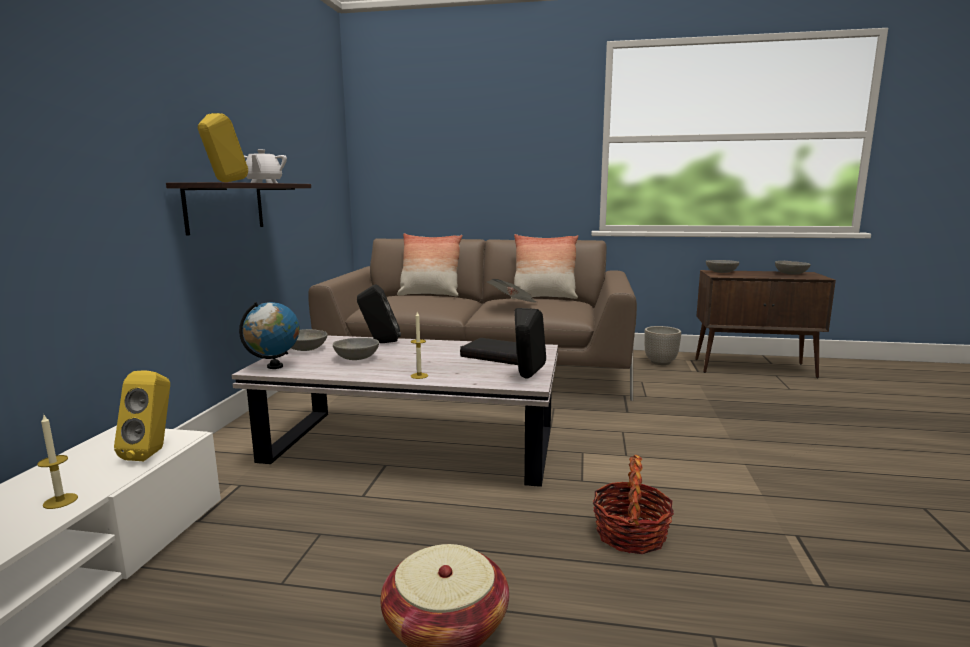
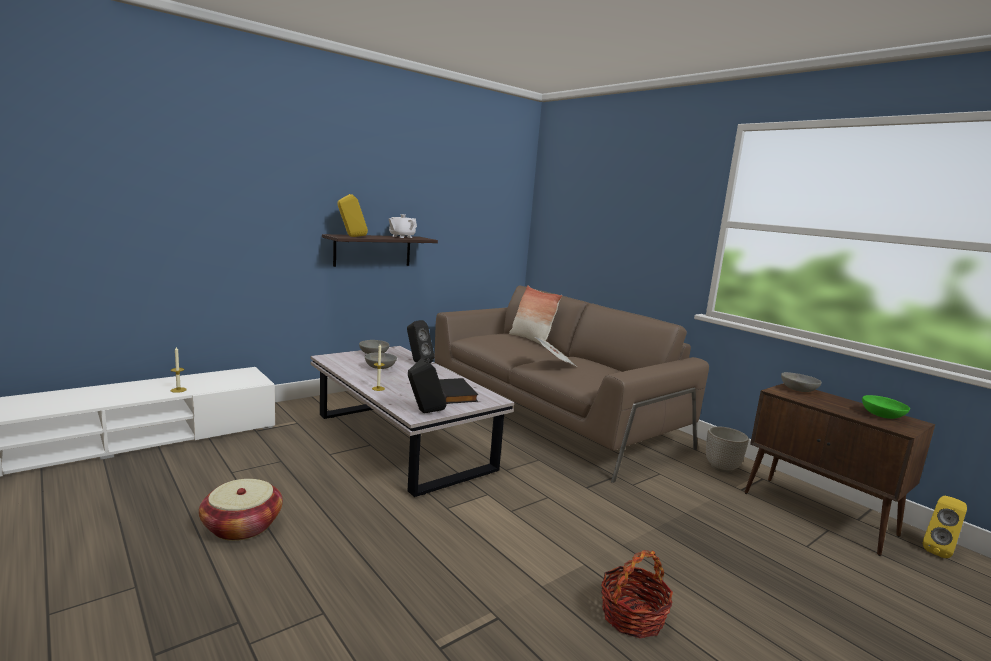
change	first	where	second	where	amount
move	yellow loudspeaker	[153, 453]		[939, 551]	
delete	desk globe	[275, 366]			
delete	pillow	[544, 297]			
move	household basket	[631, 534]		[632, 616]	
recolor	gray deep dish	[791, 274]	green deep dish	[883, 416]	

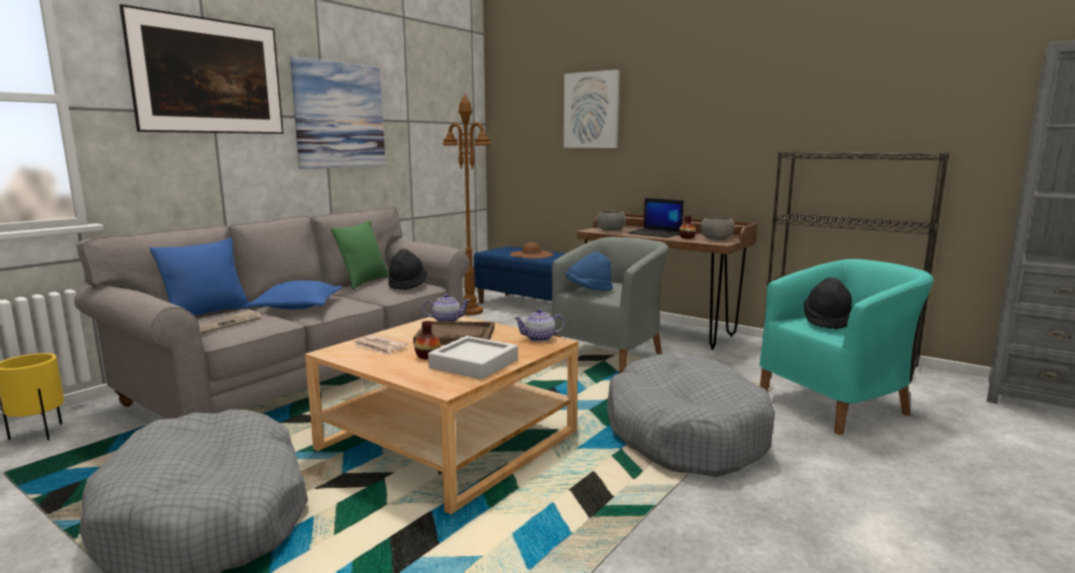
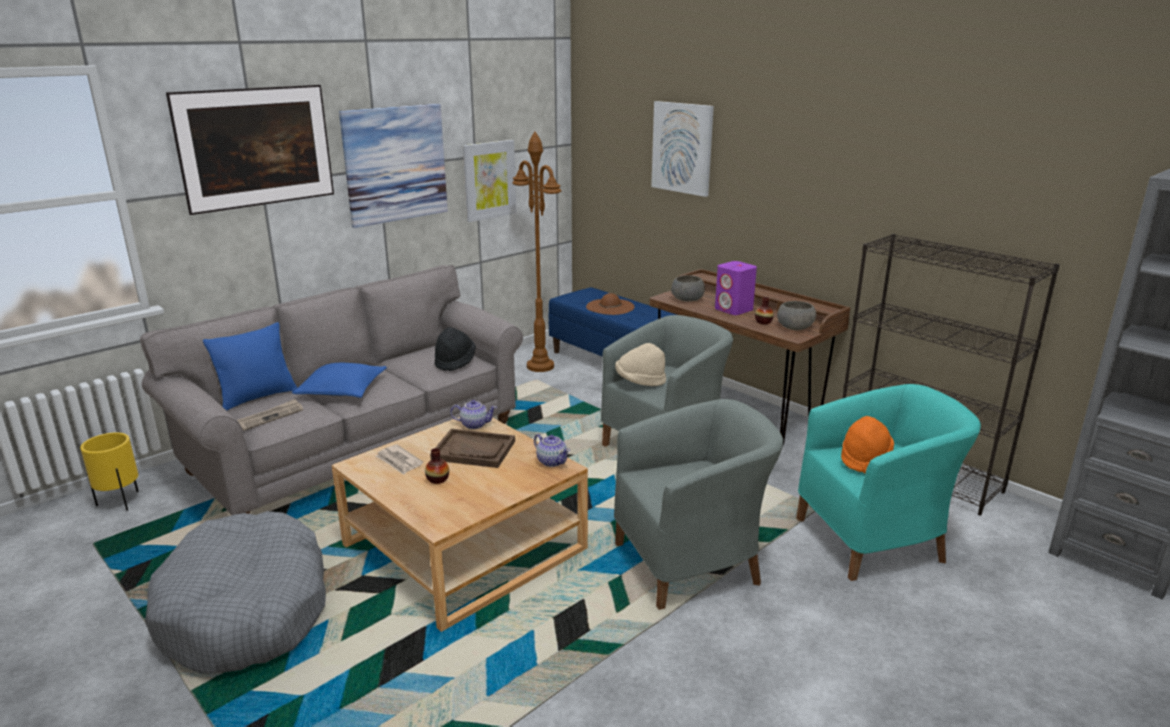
change	first	where	second	where	amount
delete	green pillow	[364, 282]			
delete	gray serving tray	[474, 363]			
rotate	tea pot	[539, 338]		[552, 461]	135 degrees counterclockwise
recolor	blue hat	[589, 289]	beige-coloured hat	[640, 381]	
replace	gray dog bed	[684, 434]	gray lounge chair	[692, 562]	
replace	notebook computer	[655, 233]	purplish loudspeaker	[734, 309]	
recolor	black hat	[827, 321]	orangey hat	[865, 459]	
insert			wall art	[489, 180]	

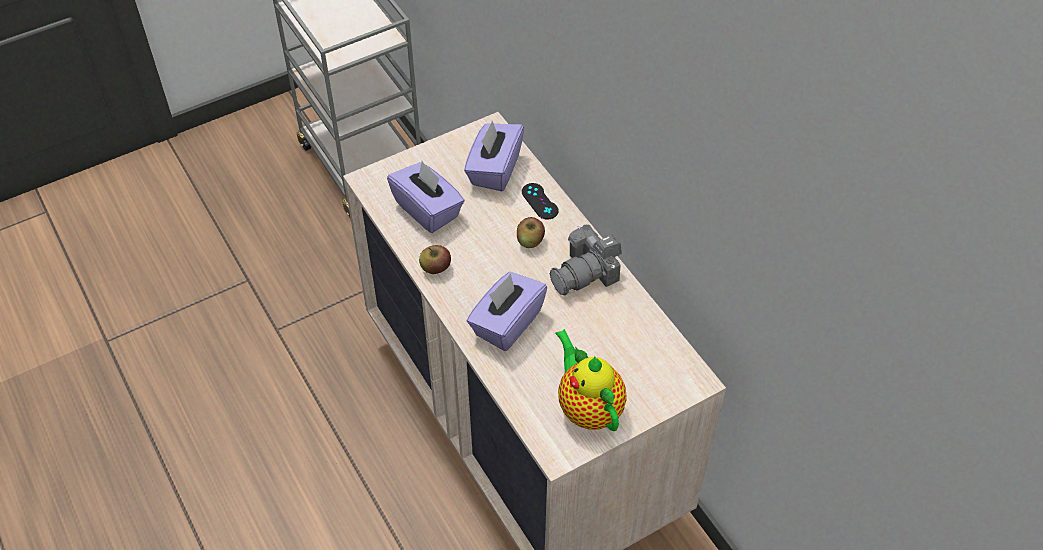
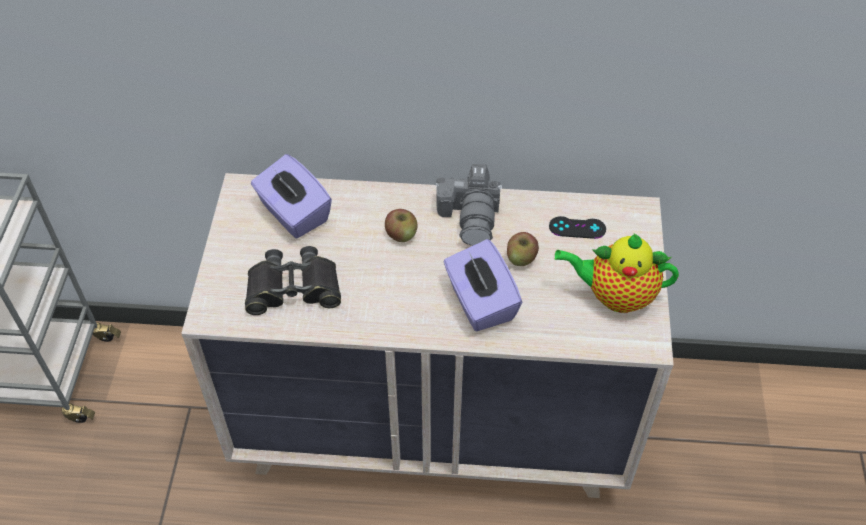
change	first	where	second	where	amount
replace	purplish tissue holder	[428, 210]	black field glasses	[293, 288]	
move	apple	[435, 268]		[521, 258]	
move	black game controller	[540, 201]		[577, 228]	

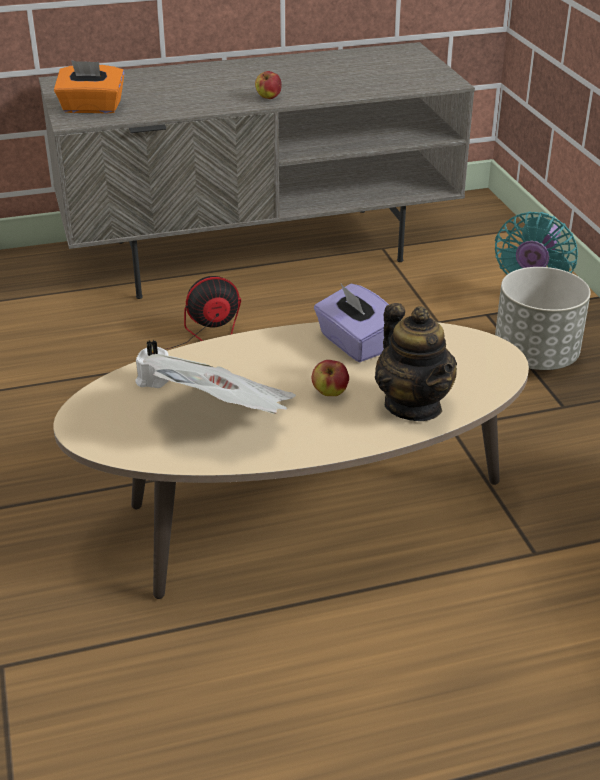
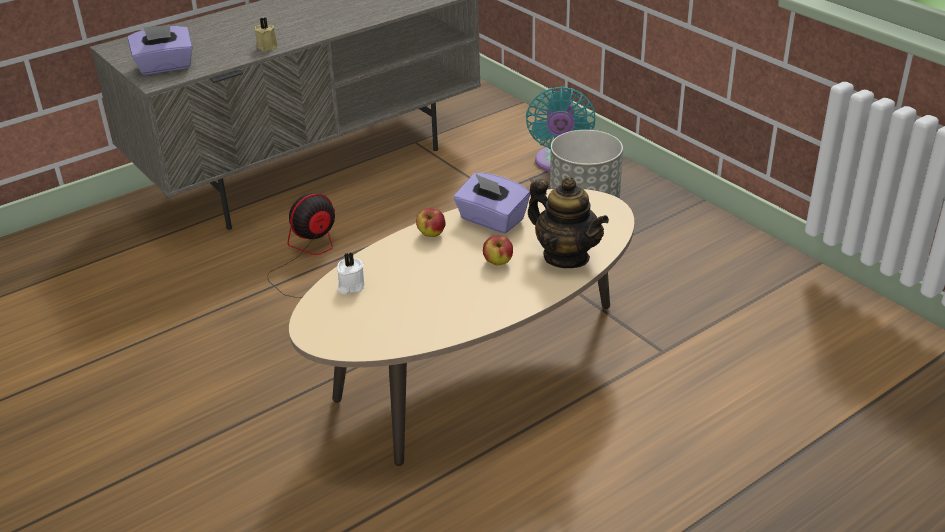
change	first	where	second	where	amount
recolor	orangey tissue holder	[92, 108]	purplish tissue holder	[165, 67]	
delete	newspaper	[226, 416]			
move	apple	[268, 98]		[431, 234]	
insert			beige-coloured wax light	[268, 46]	

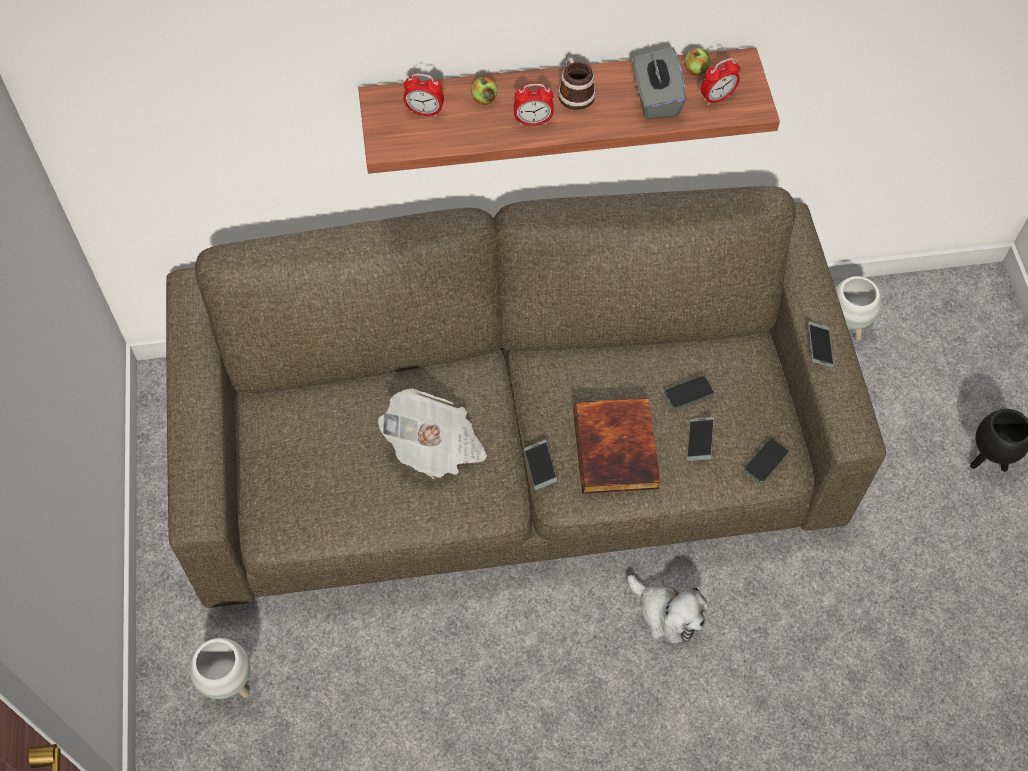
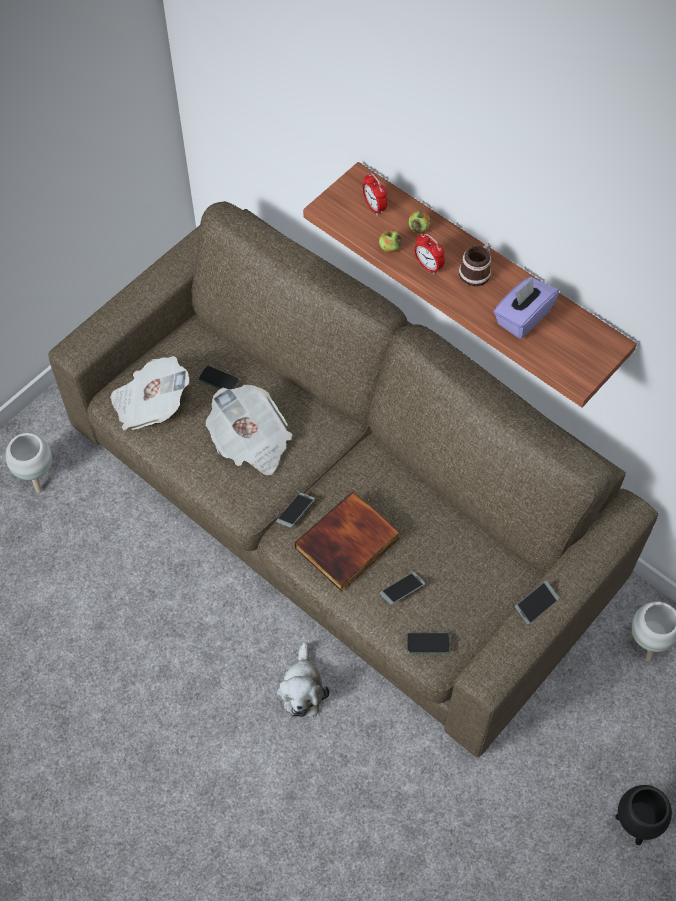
change	first	where	second	where	amount
recolor	gray tissue holder	[655, 98]	purplish tissue holder	[522, 317]	
move	handset	[688, 393]		[218, 380]	
move	apple	[695, 70]		[389, 247]	
delete	alarm clock	[717, 98]			
insert			newspaper	[151, 405]	

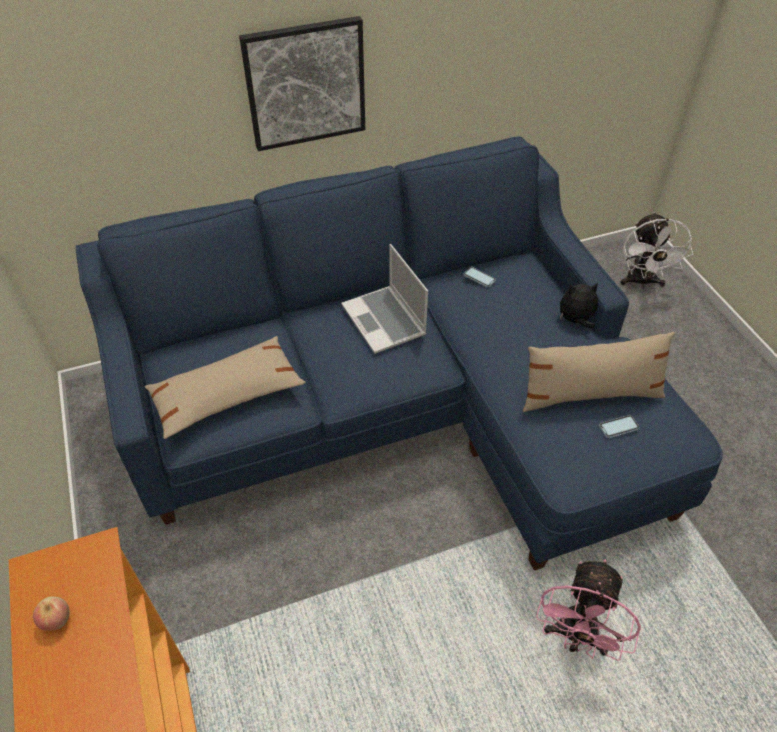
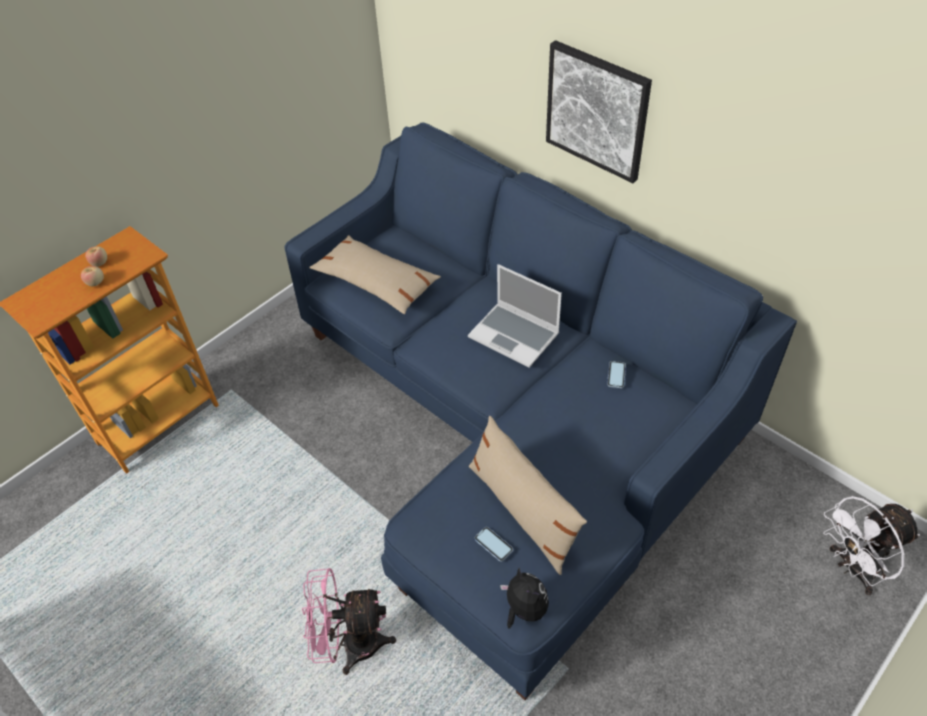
change	first	where	second	where	amount
rotate	notebook computer	[385, 321]		[515, 336]	90 degrees counterclockwise
move	soft toy	[575, 320]		[524, 609]	
insert			apple	[96, 282]	

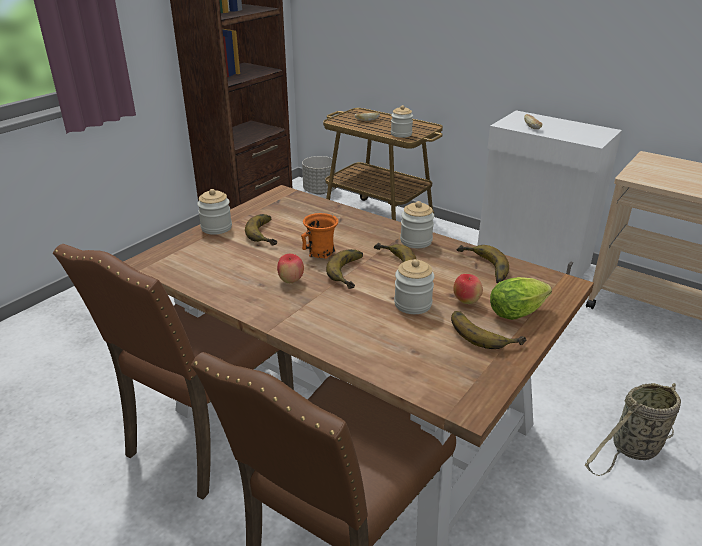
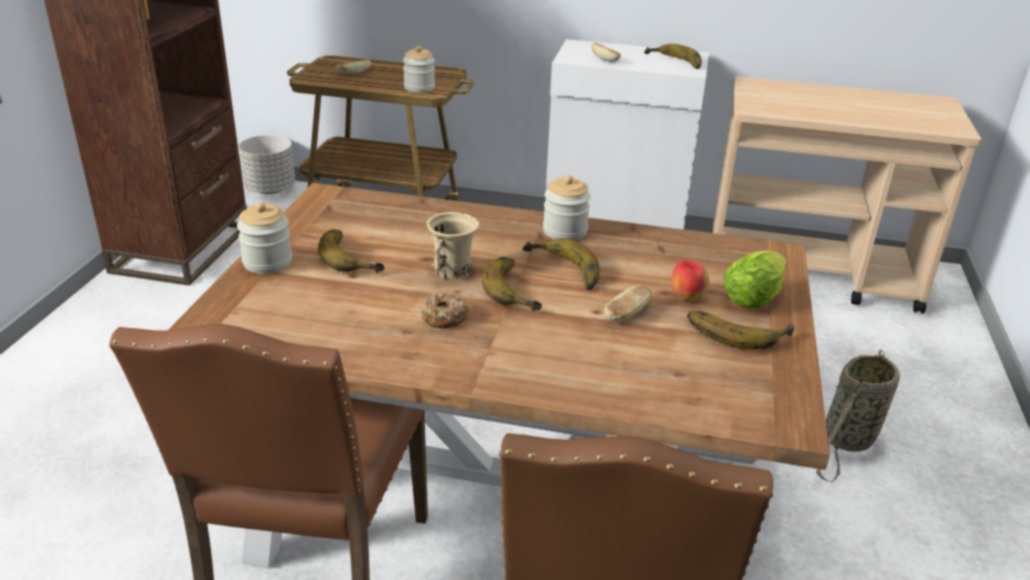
change	first	where	second	where	amount
replace	apple	[291, 281]	donut	[444, 317]	
recolor	orangey coffee mug	[321, 252]	beige-coloured coffee mug	[453, 270]	
replace	storage jar	[412, 304]	baked bread	[627, 314]	
move	banana fruit	[481, 268]		[673, 62]	

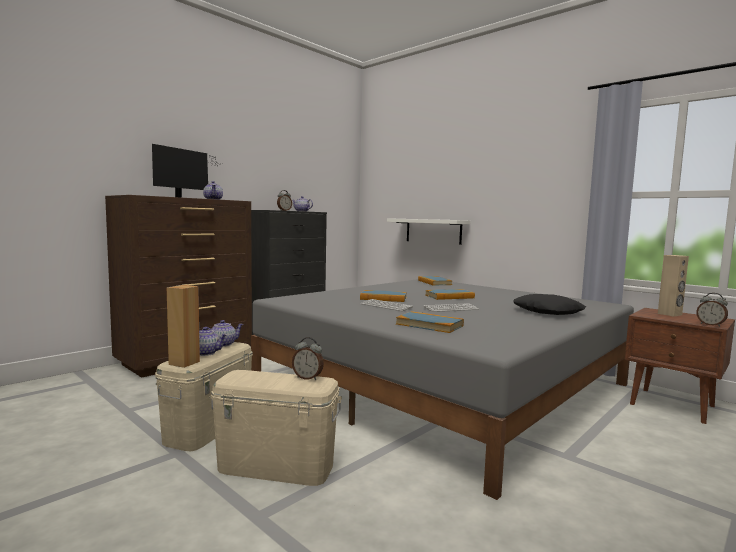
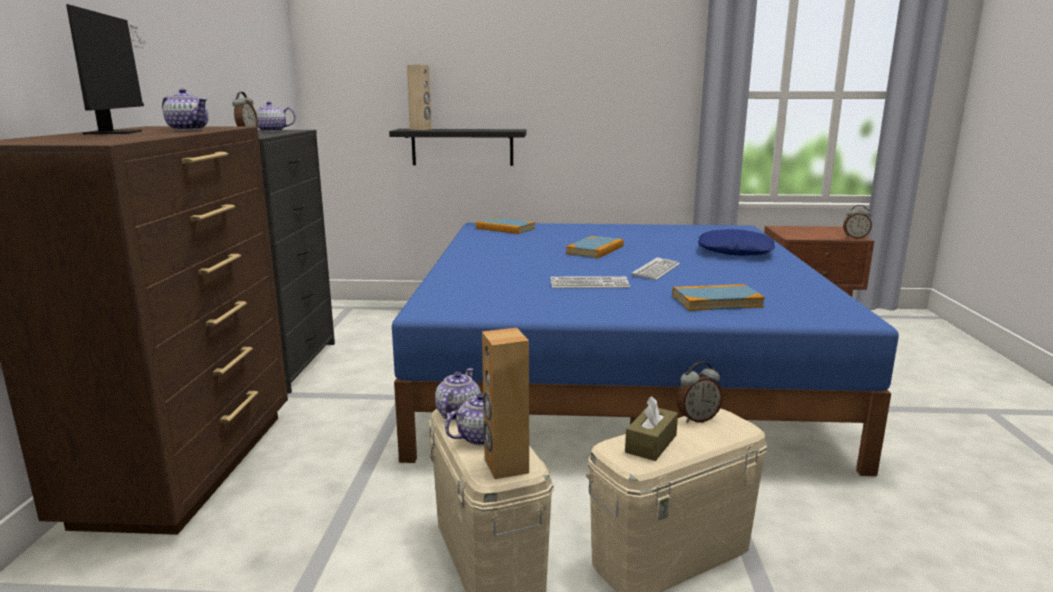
change	first	where	second	where	amount
recolor	gray bedroom bed	[444, 384]	blue bedroom bed	[616, 369]	
delete	book	[383, 298]			
recolor	white wall shelf	[433, 231]	black wall shelf	[462, 147]	
recolor	black pillow	[548, 312]	blue pillow	[735, 251]	
move	beige-coloured loudspeaker	[670, 314]		[421, 129]	
insert			brownish tissue holder	[651, 444]	

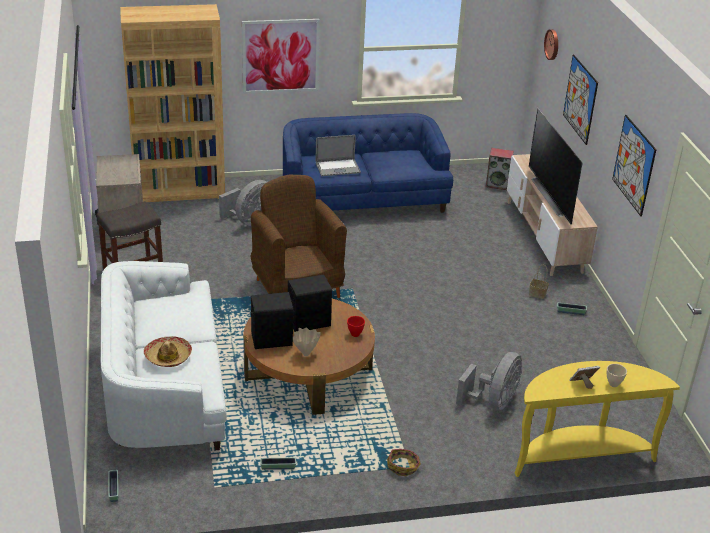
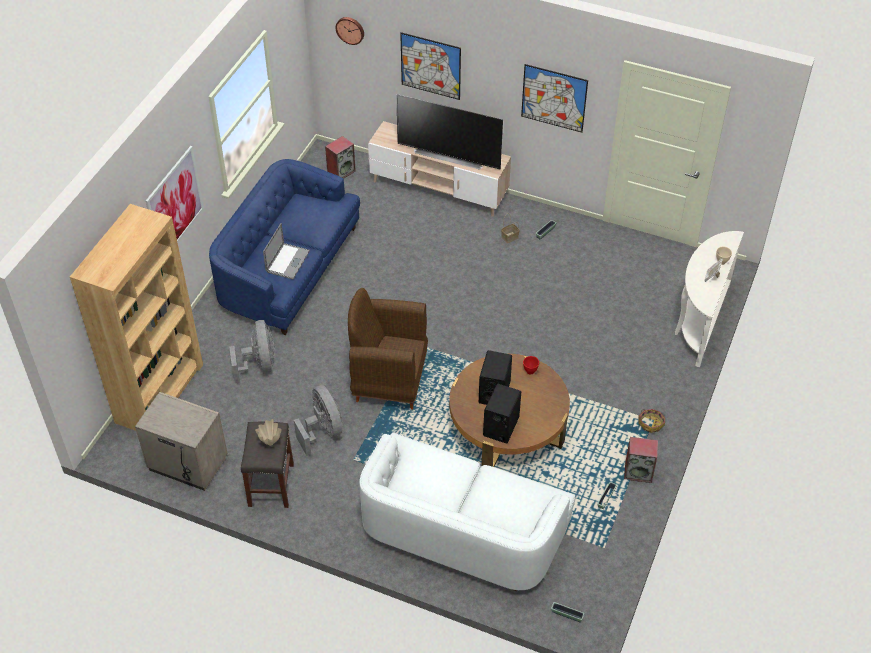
change	first	where	second	where	amount
delete	hat	[168, 356]			
move	beige-coloured vase	[305, 354]		[270, 443]	
move	gray electric fan	[493, 402]		[323, 431]	
recolor	yellow hall table	[579, 455]	white hall table	[699, 321]	
insert			loudspeaker	[638, 472]	

